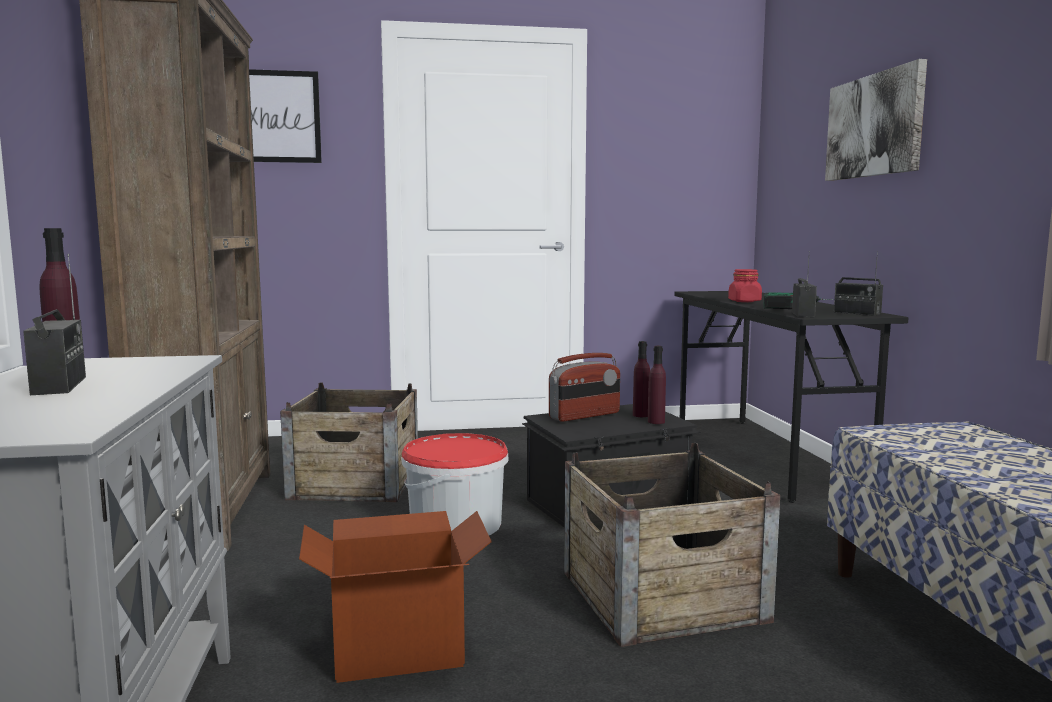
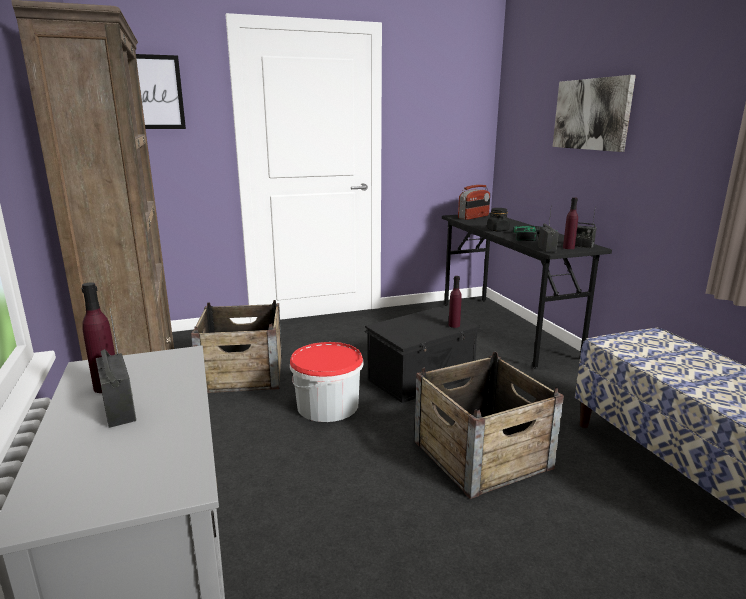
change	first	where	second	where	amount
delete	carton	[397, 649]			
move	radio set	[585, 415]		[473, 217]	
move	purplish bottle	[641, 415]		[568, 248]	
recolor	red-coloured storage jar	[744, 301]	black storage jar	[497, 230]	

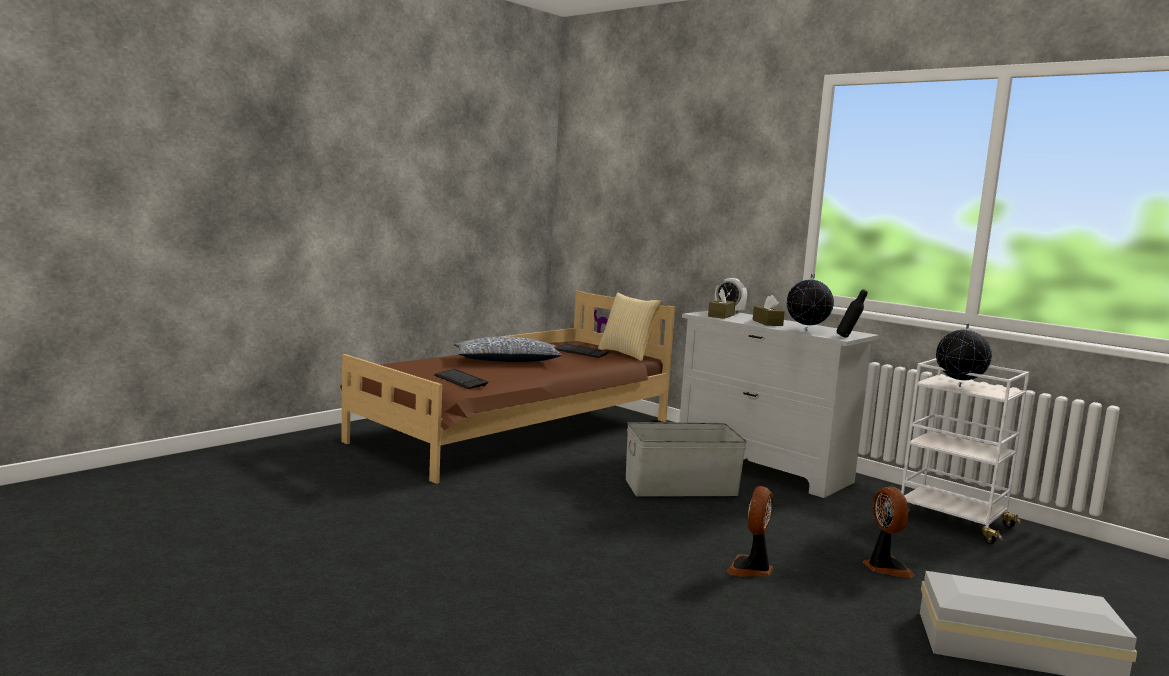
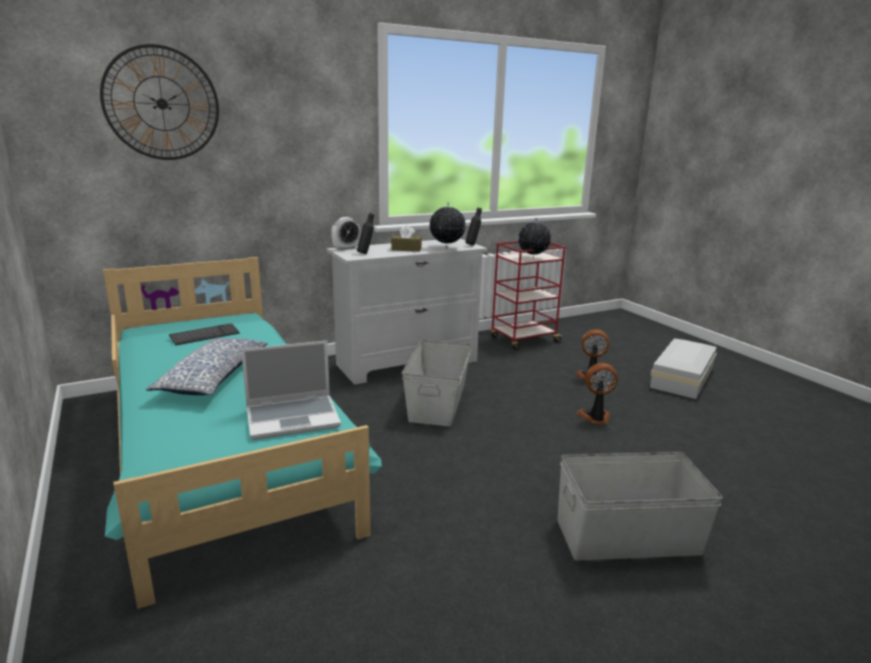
change	first	where	second	where	amount
recolor	brownish bedroom bed	[517, 431]	turquoise bedroom bed	[225, 449]	
replace	computer keyboard	[460, 380]	notebook computer	[294, 418]	
delete	pillow	[627, 354]			
replace	brownish tissue holder	[721, 316]	black bottle	[366, 253]	
rotate	electric fan	[751, 569]		[595, 417]	135 degrees clockwise
recolor	white cart	[952, 521]	red-coloured cart	[524, 340]	
insert			clock on the wall	[162, 103]	
insert			gray storage box	[626, 536]	

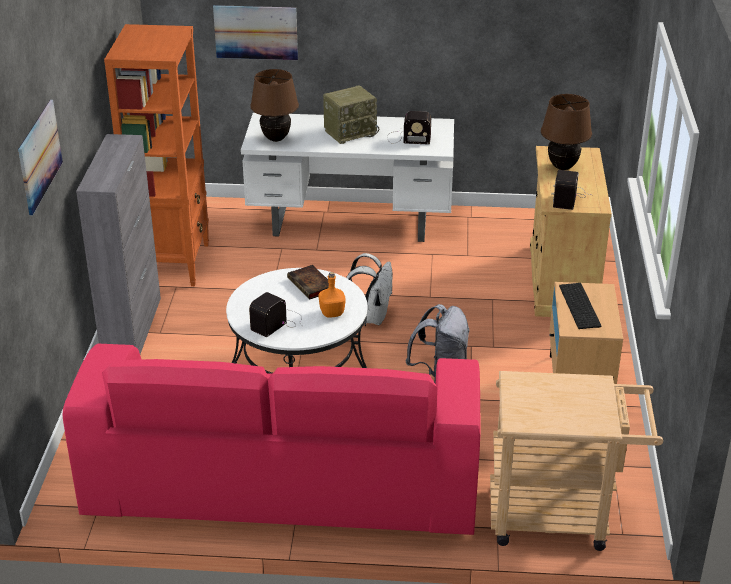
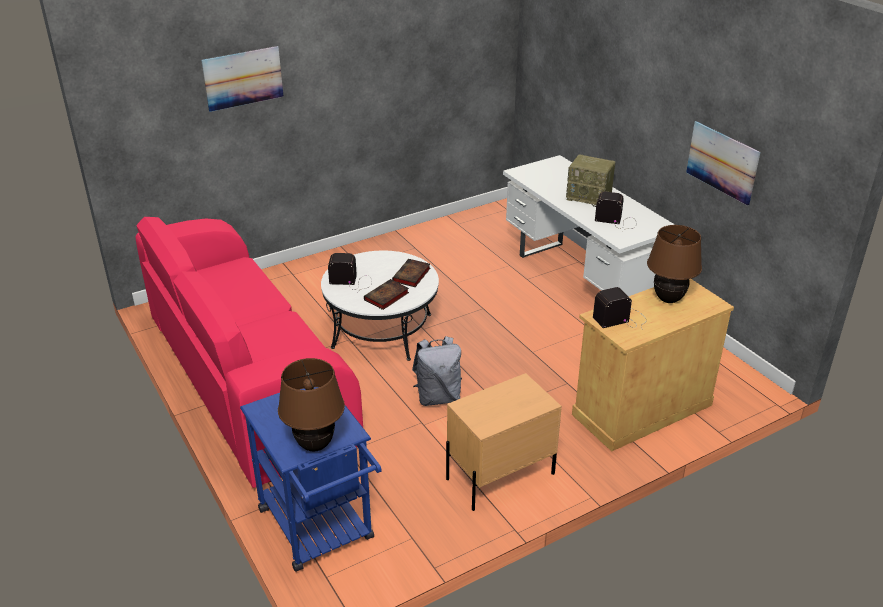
change	first	where	second	where	amount
delete	gray cabinet	[132, 328]			
delete	orangey shelving unit	[172, 263]			
move	wall art	[256, 32]		[722, 162]	
move	brownish tabletop lamp	[275, 139]		[315, 445]	
replace	orangey bottle	[332, 313]	book	[386, 297]	
delete	white knapsack	[372, 317]			
rotate	radio set	[407, 138]		[617, 221]	135 degrees clockwise
recolor	beige-coloured cart	[560, 516]	blue cart	[320, 530]	
delete	computer keyboard	[581, 306]			

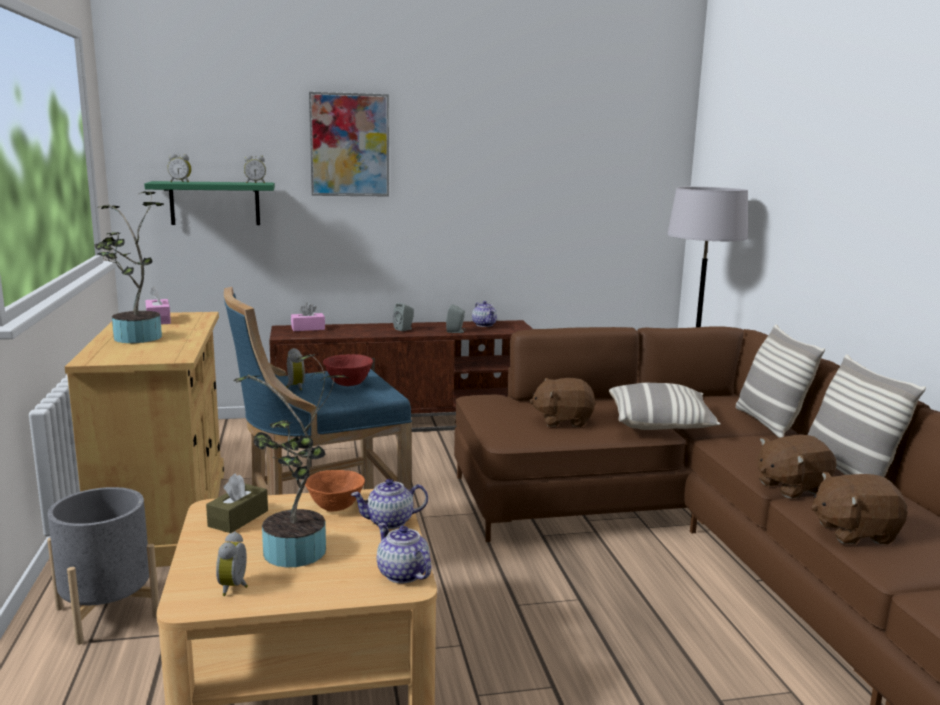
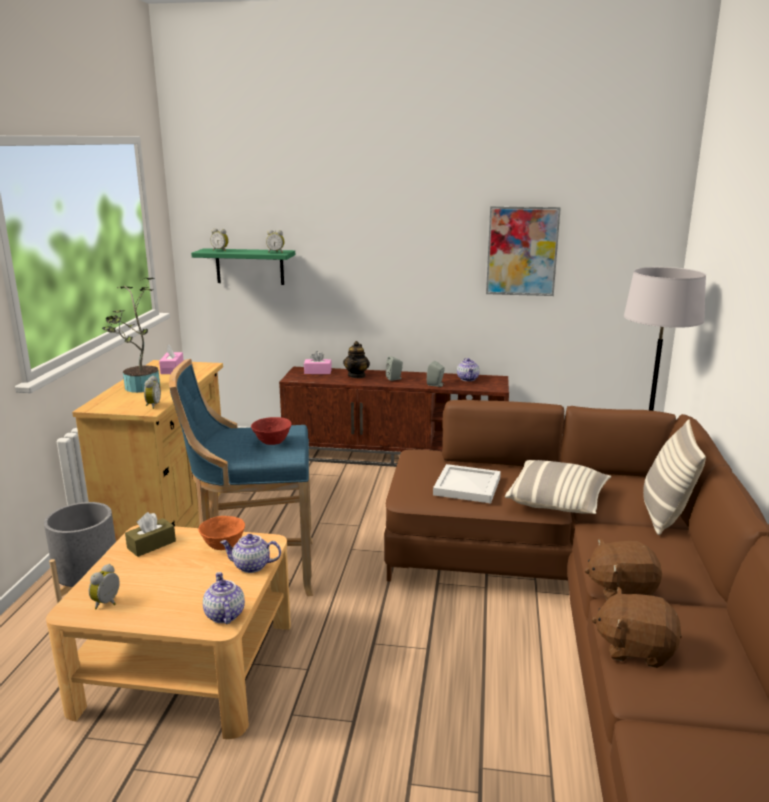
change	first	where	second	where	amount
delete	plant in a pot	[295, 555]			
move	alarm clock	[294, 387]		[152, 405]	
move	wall art	[349, 145]		[522, 251]	
replace	brownish soft toy	[563, 420]	white serving tray	[468, 487]	
delete	pillow	[847, 472]			
insert			tea pot	[357, 375]	

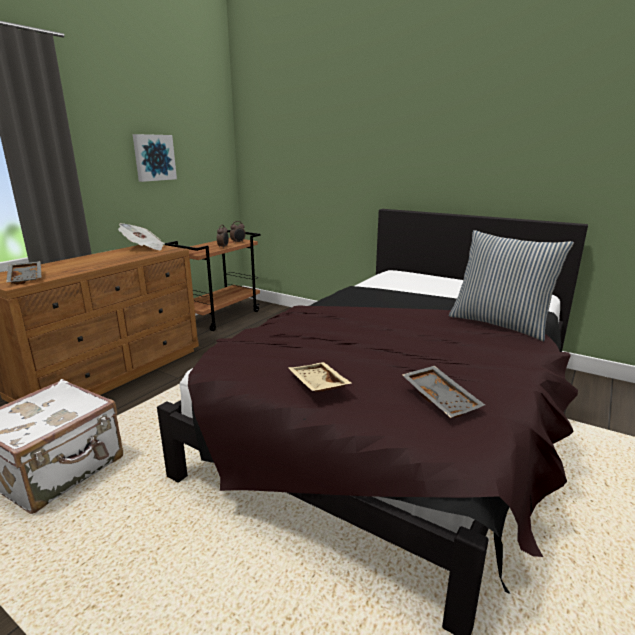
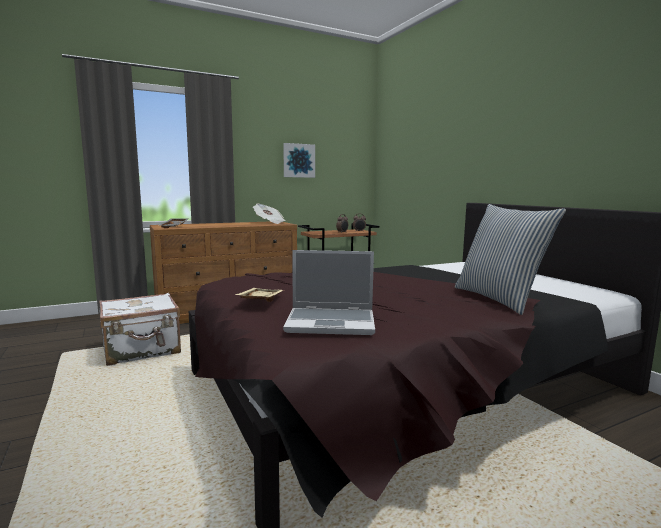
change	first	where	second	where	amount
replace	gray serving tray	[441, 399]	notebook computer	[332, 322]	

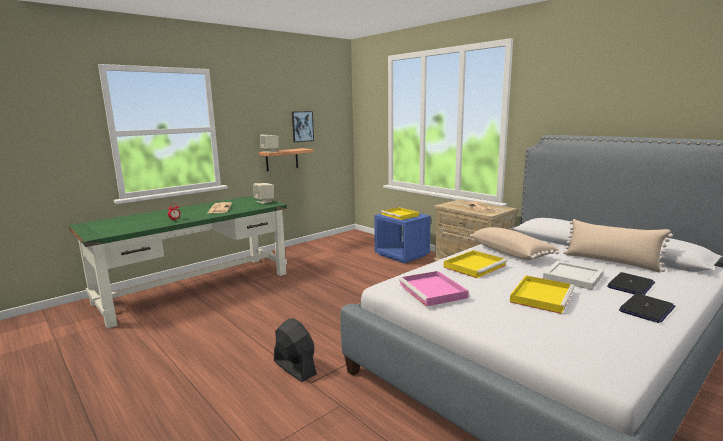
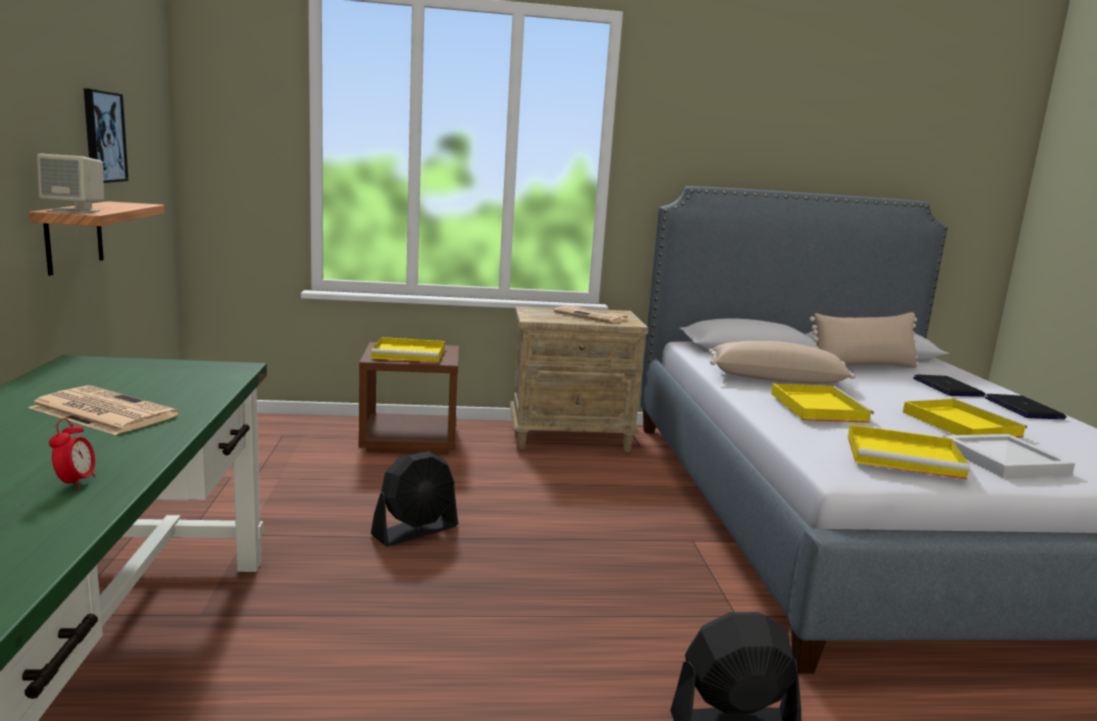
change	first	where	second	where	amount
delete	beige-coloured loudspeaker	[264, 201]			
recolor	blue bedside table	[402, 255]	brownish bedside table	[410, 440]	
recolor	pinkish serving tray	[433, 291]	yellow serving tray	[906, 456]	
move	white serving tray	[573, 277]		[1004, 459]	
insert			black electric fan	[415, 531]	

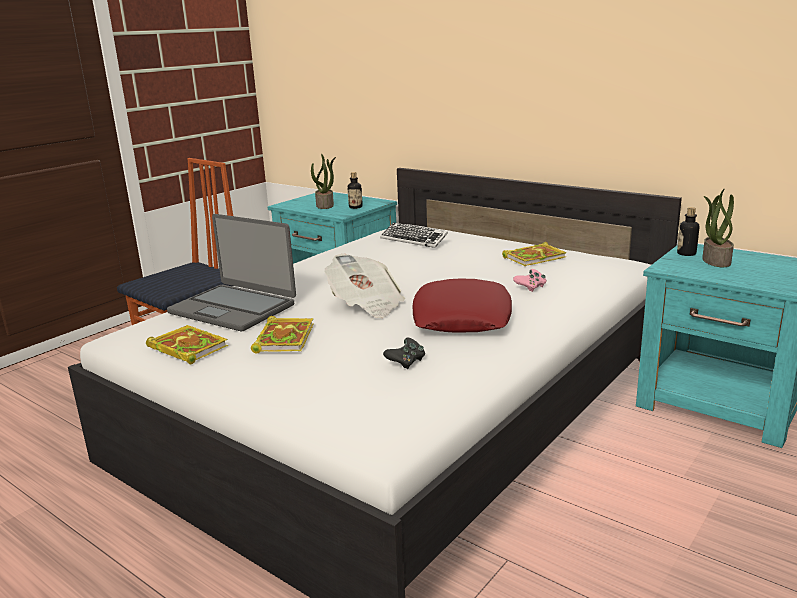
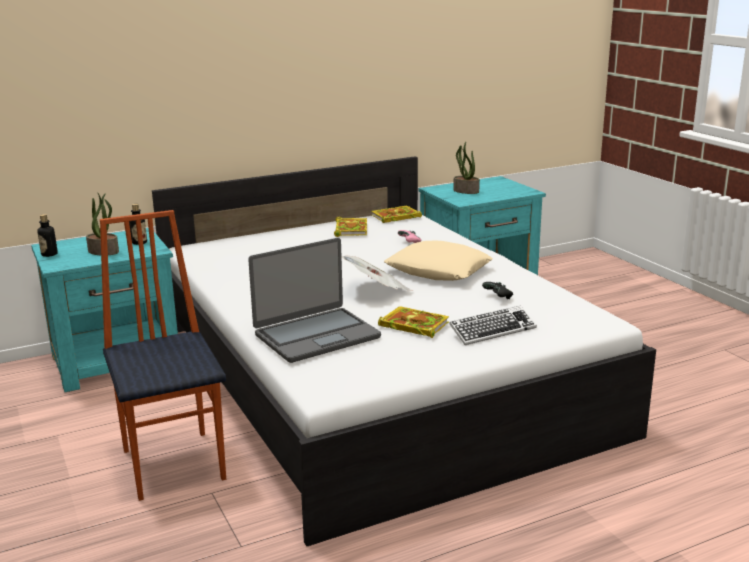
change	first	where	second	where	amount
move	book	[186, 348]		[395, 217]	
move	computer keyboard	[414, 239]		[492, 330]	
recolor	red-coloured pillow	[461, 317]	beige-coloured pillow	[438, 270]	
move	bottle	[686, 253]		[49, 254]	

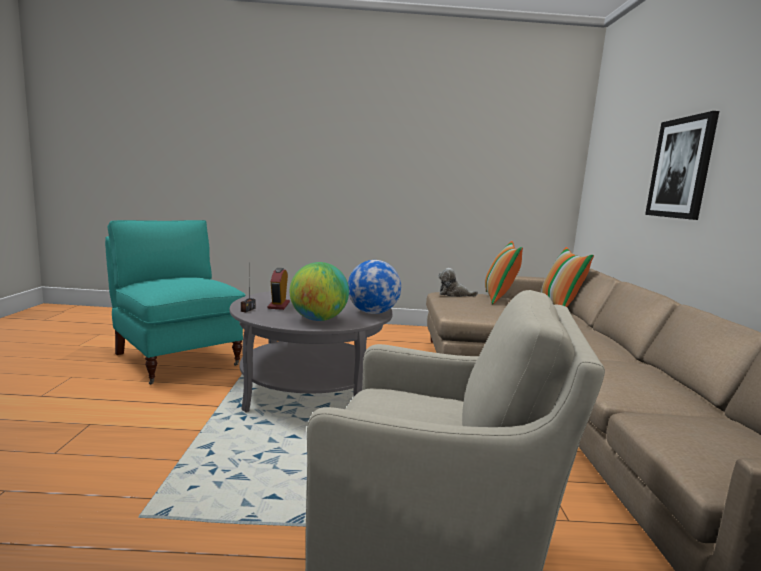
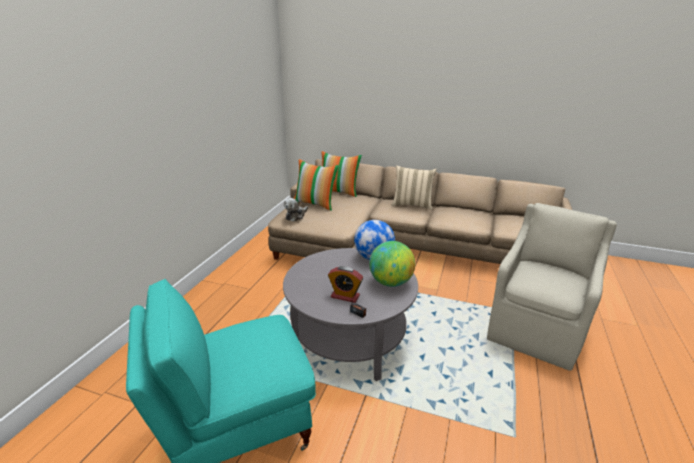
change	first	where	second	where	amount
delete	wall art	[681, 168]			
insert			beige-coloured pillow	[412, 205]	

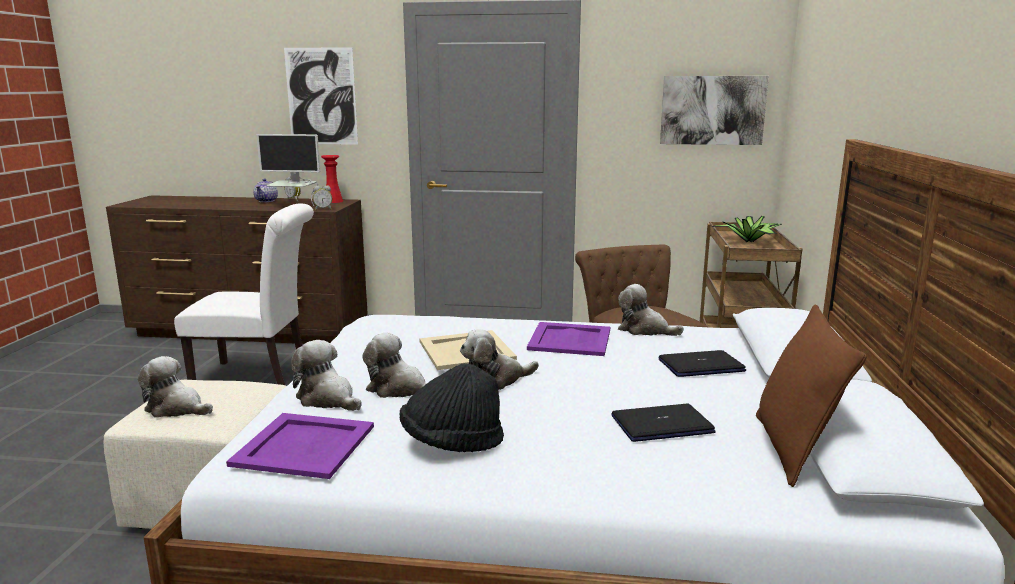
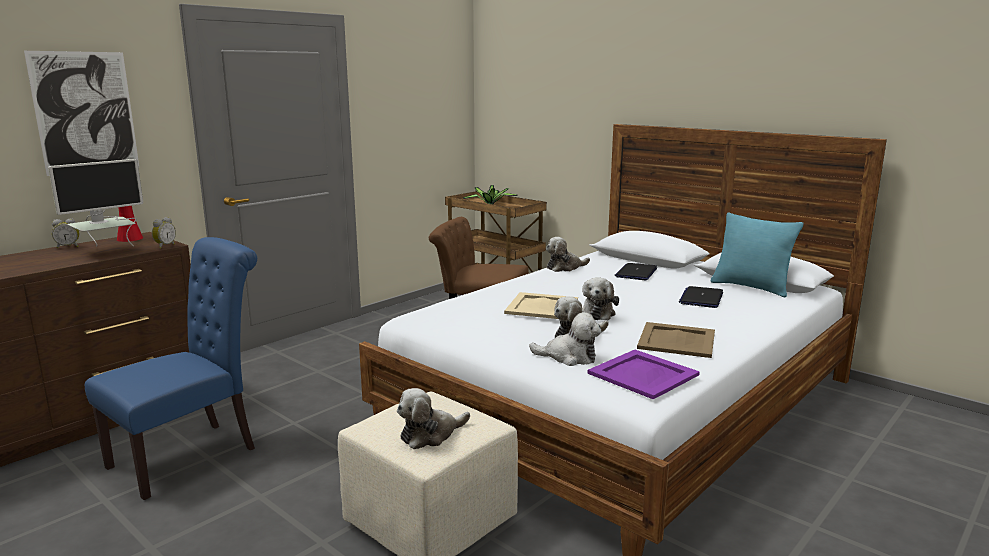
change	first	where	second	where	amount
recolor	white plain chair	[258, 377]	blue plain chair	[192, 454]	
delete	tea pot	[267, 201]			
rotate	soft toy	[328, 399]		[569, 357]	150 degrees counterclockwise
replace	black hat	[452, 442]	beige-coloured serving tray	[677, 340]	
delete	purplish serving tray	[569, 340]			
delete	wall art	[712, 110]			
recolor	brownish pillow	[793, 450]	turquoise pillow	[751, 287]	

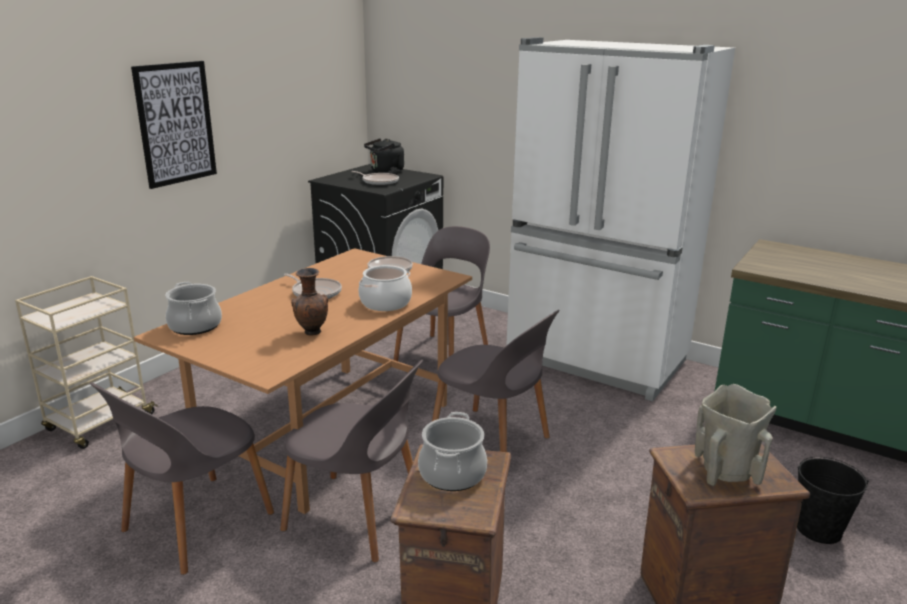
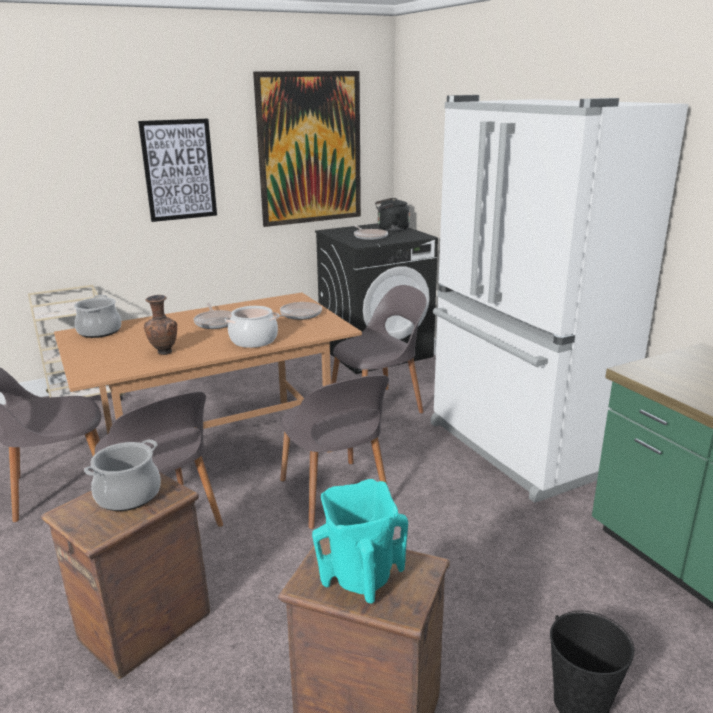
change	first	where	second	where	amount
recolor	beige-coloured vase	[725, 472]	turquoise vase	[359, 578]	
insert			wall art	[310, 149]	

